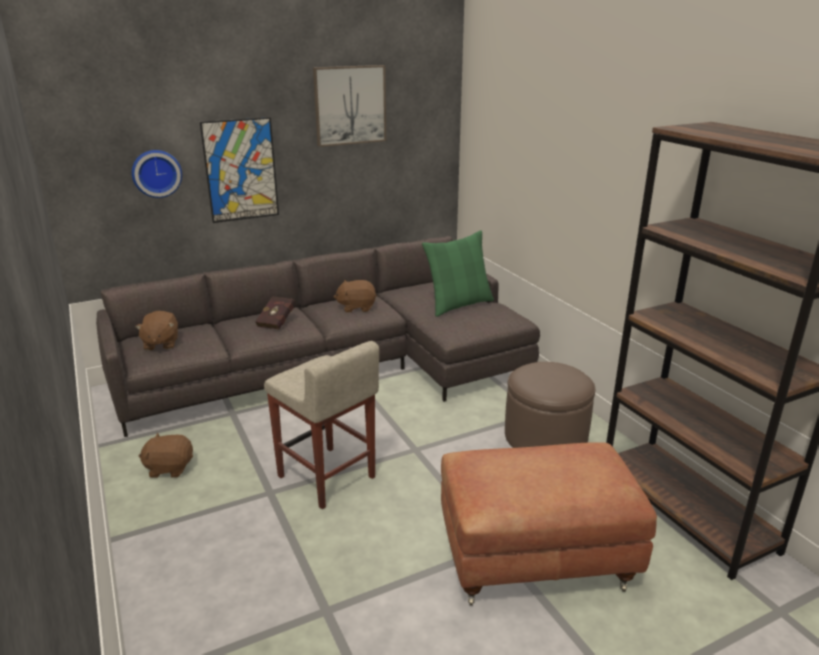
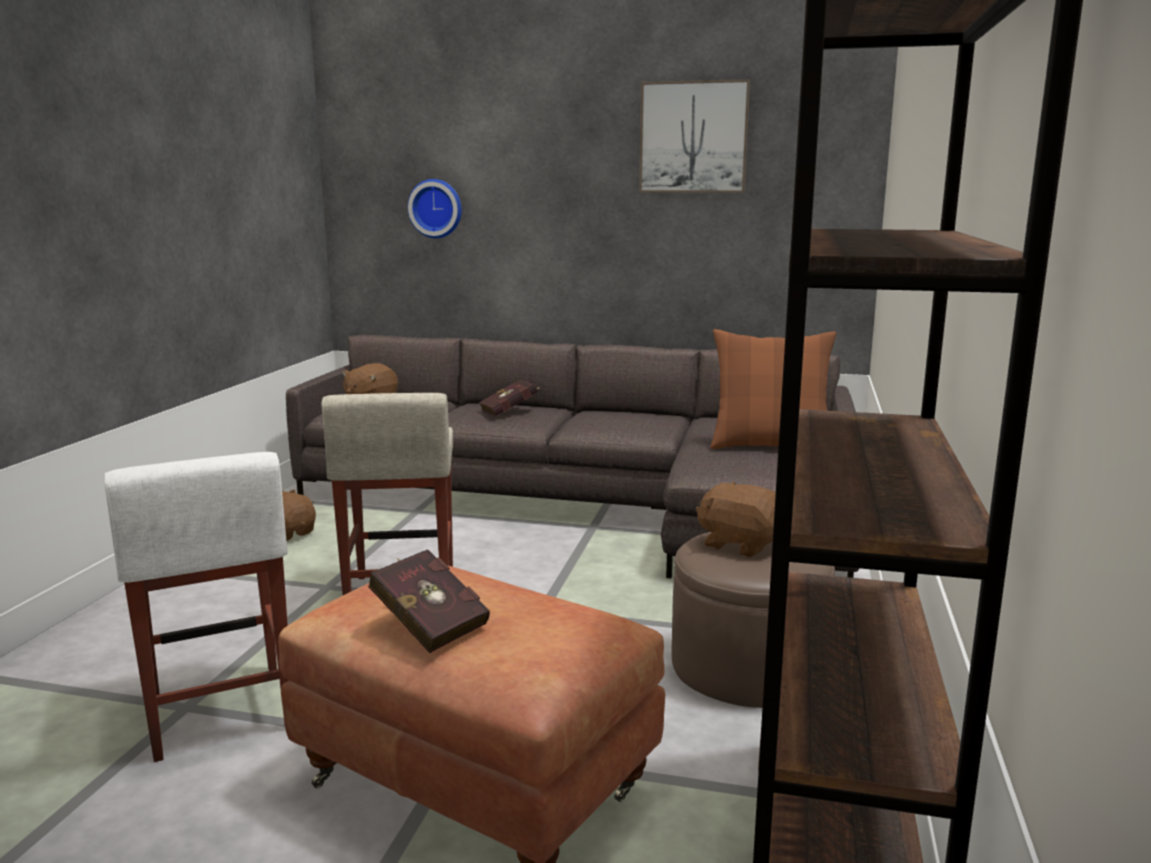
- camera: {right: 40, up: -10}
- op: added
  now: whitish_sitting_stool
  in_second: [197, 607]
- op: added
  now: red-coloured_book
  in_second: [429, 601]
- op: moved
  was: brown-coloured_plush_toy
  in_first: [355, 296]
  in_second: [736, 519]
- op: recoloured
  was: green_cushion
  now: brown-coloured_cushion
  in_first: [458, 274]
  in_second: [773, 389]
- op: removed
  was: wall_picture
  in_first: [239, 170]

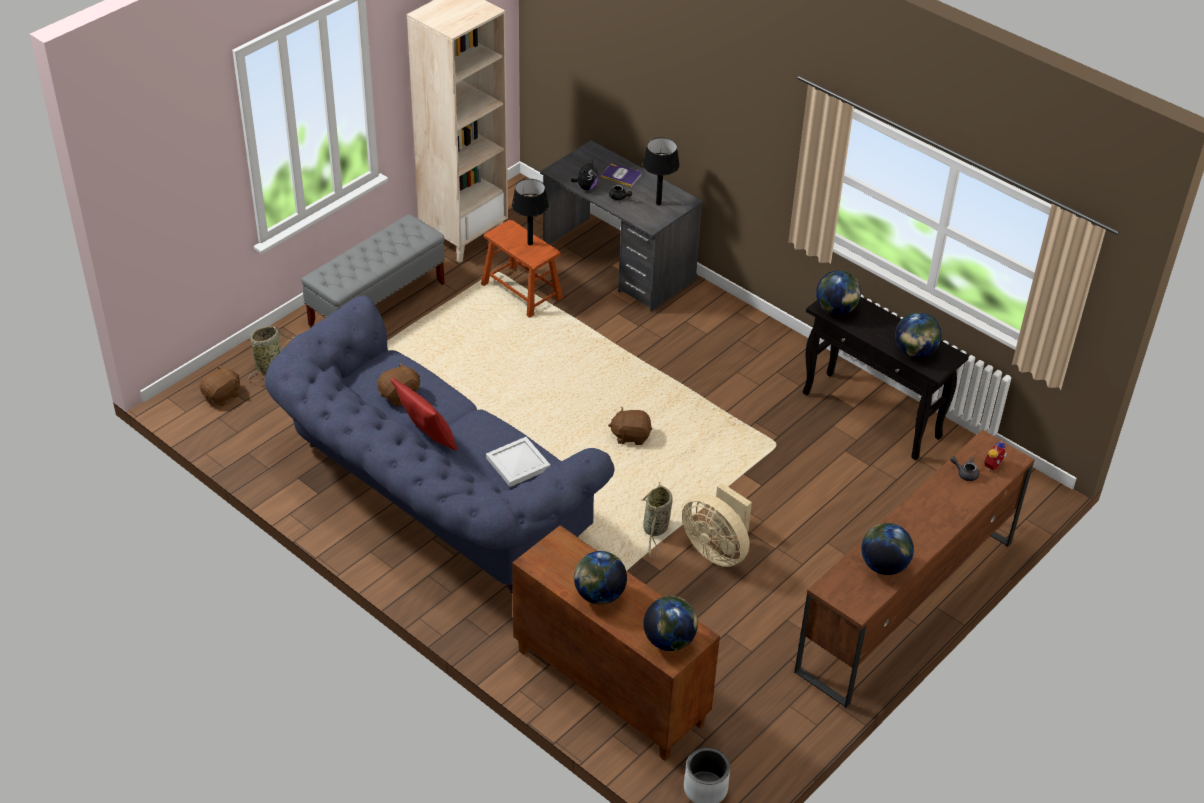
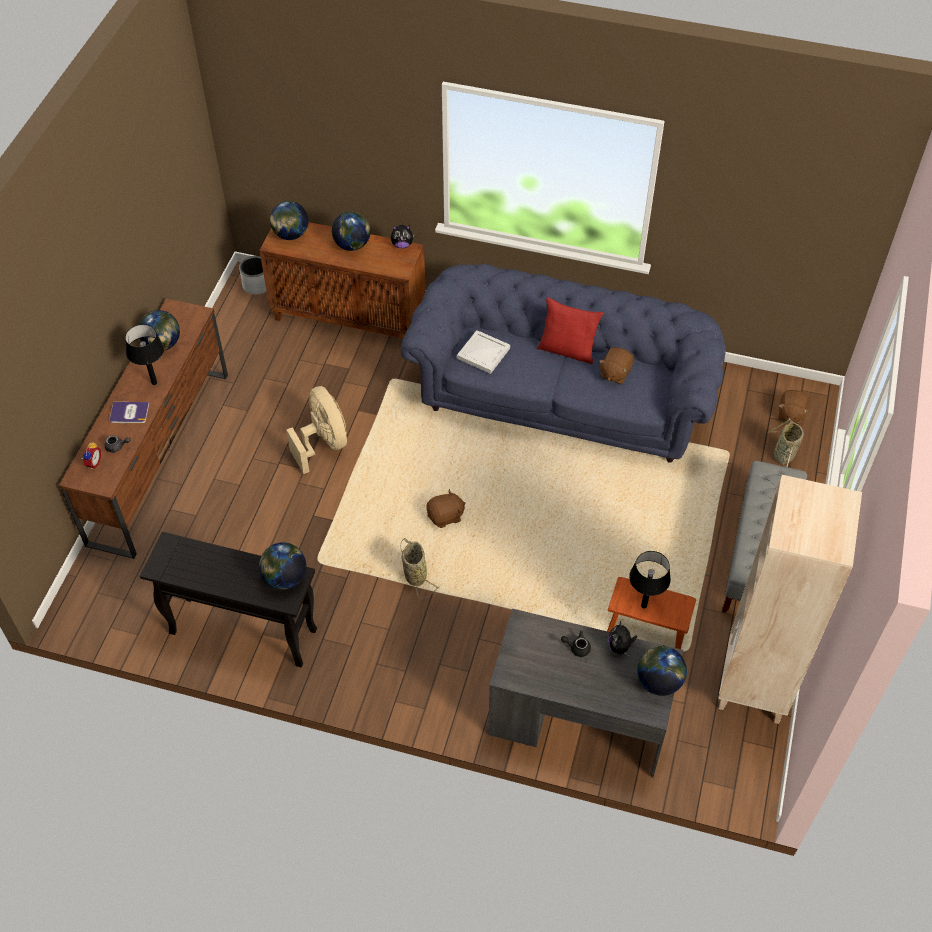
- camera: {right: 155, up: 10}
- op: moved
  was: book
  in_first: [621, 175]
  in_second: [129, 412]
- op: moved
  was: blackish_table_lamp
  in_first: [661, 171]
  in_second: [144, 354]
- op: turned
  was: beige-coloured_fan
  in_first: [717, 525]
  in_second: [317, 430]
  clockwise: 45
- op: added
  now: plush_toy
  in_second: [403, 237]
- op: moved
  was: storage_basket
  in_first: [657, 520]
  in_second: [420, 568]
- op: moved
  was: globe
  in_first: [918, 335]
  in_second: [662, 671]

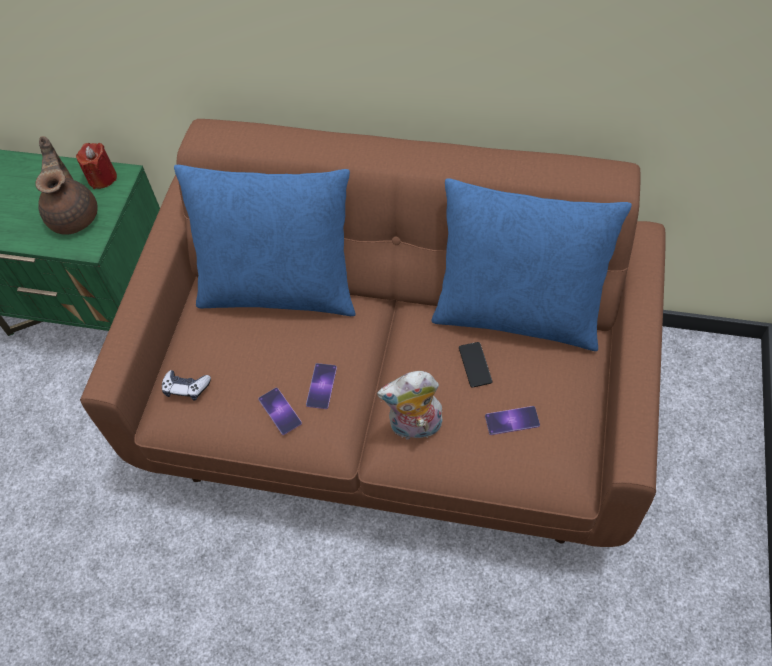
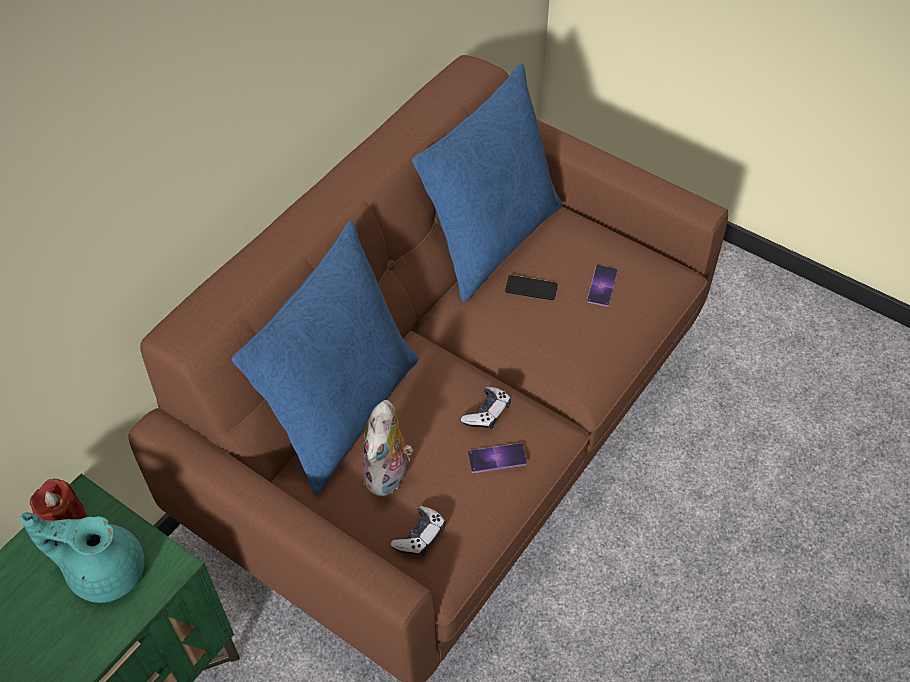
- camera: {right: -70, up: -5}
- op: recoloured
  was: brown-coloured_teapot
  now: blue-green_teapot
  in_first: [66, 185]
  in_second: [82, 557]
- op: moved
  was: plush_toy
  in_first: [410, 406]
  in_second: [388, 448]
- op: replaced
  was: telephone
  now: game_controller
  in_first: [321, 386]
  in_second: [486, 408]

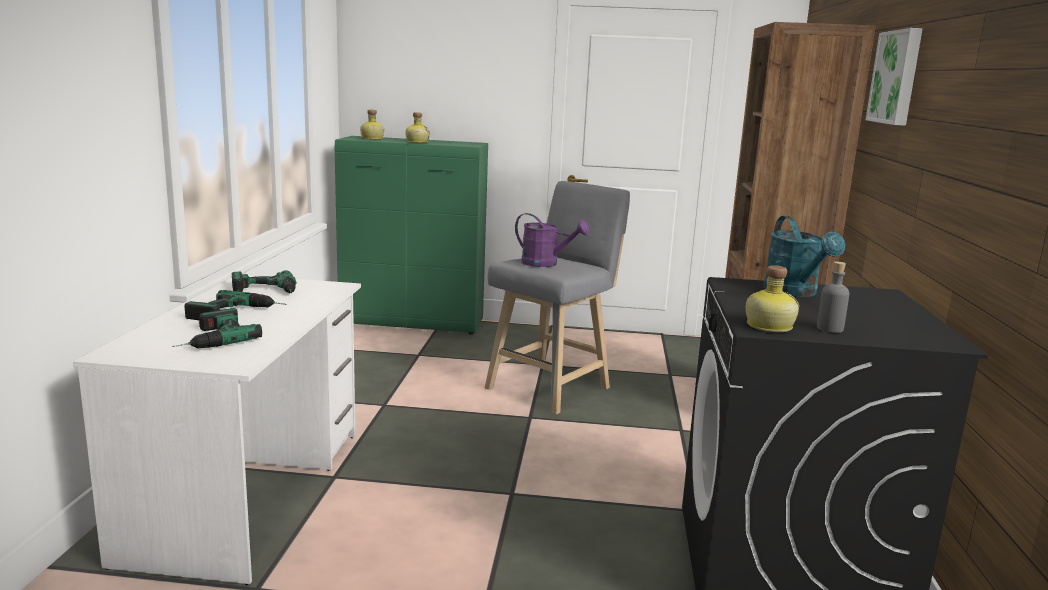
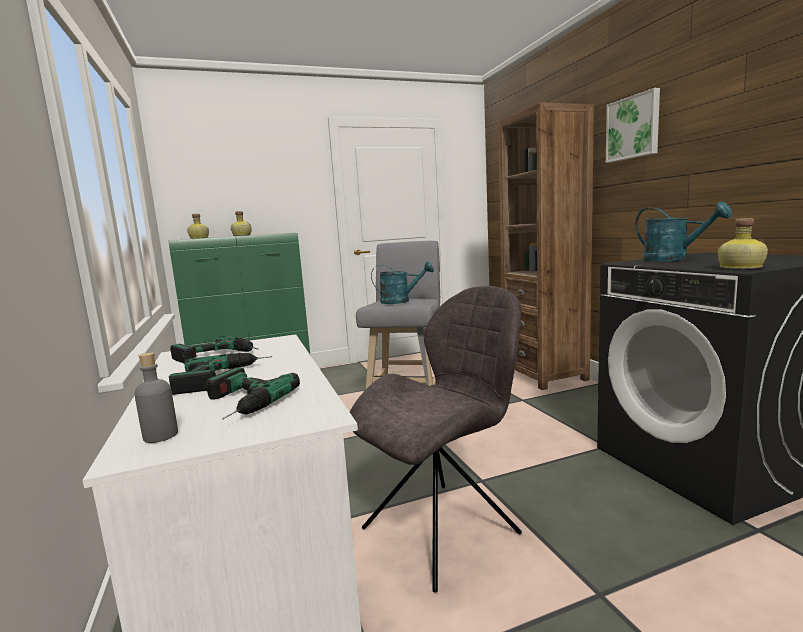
- camera: {right: -25, up: -5}
- op: moved
  was: greyish_bottle
  in_first: [833, 297]
  in_second: [156, 397]
- op: added
  now: greyish_plain_chair
  in_second: [436, 439]
- op: recoloured
  was: purple-coloured_sprinkling_can
  now: blue-green_sprinkling_can
  in_first: [552, 240]
  in_second: [402, 282]

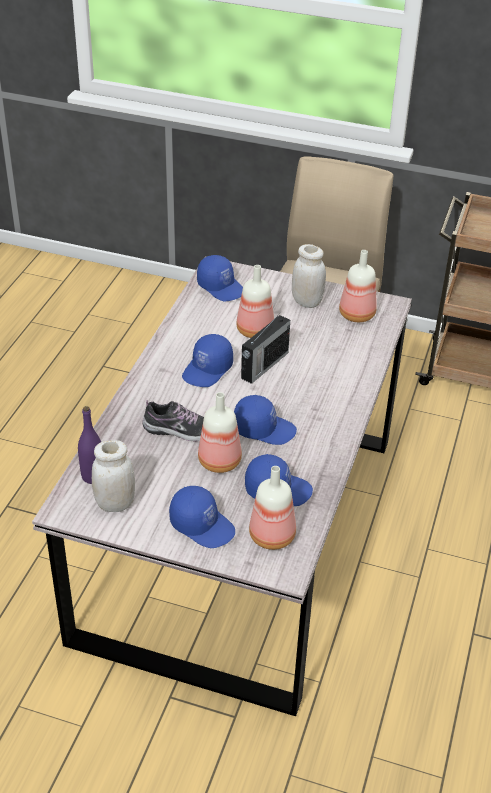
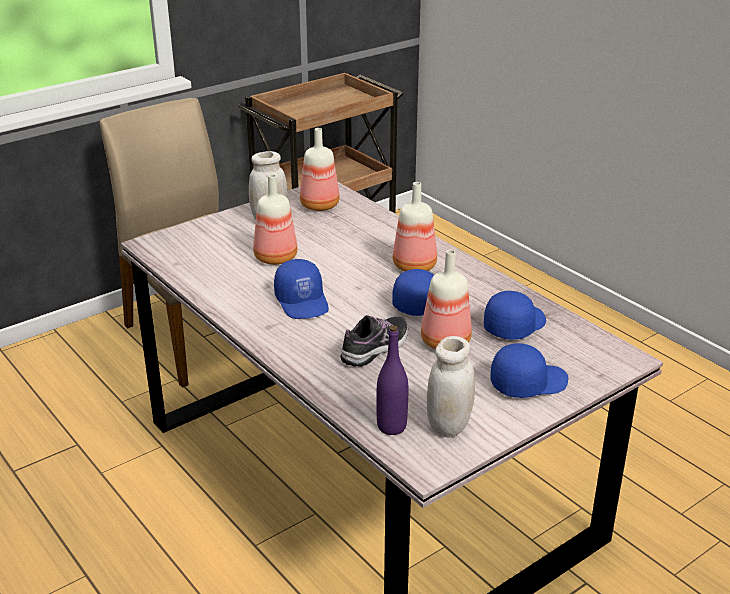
- camera: {right: -55, up: -10}
- op: moved
  was: bottle
  in_first: [272, 508]
  in_second: [415, 227]
- op: removed
  was: bluish_peaked_cap
  in_first: [220, 278]
- op: removed
  was: radio_set
  in_first: [265, 348]

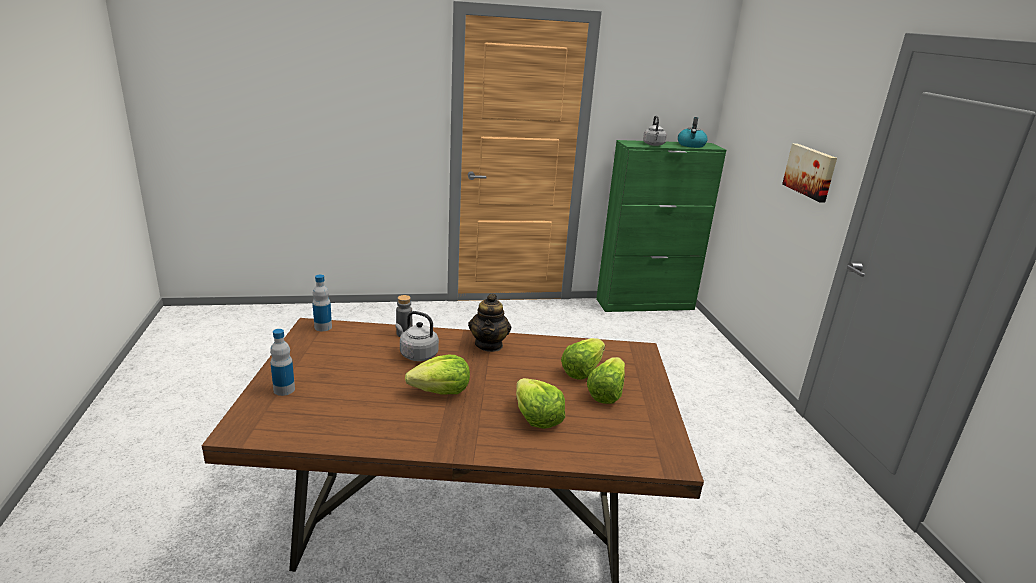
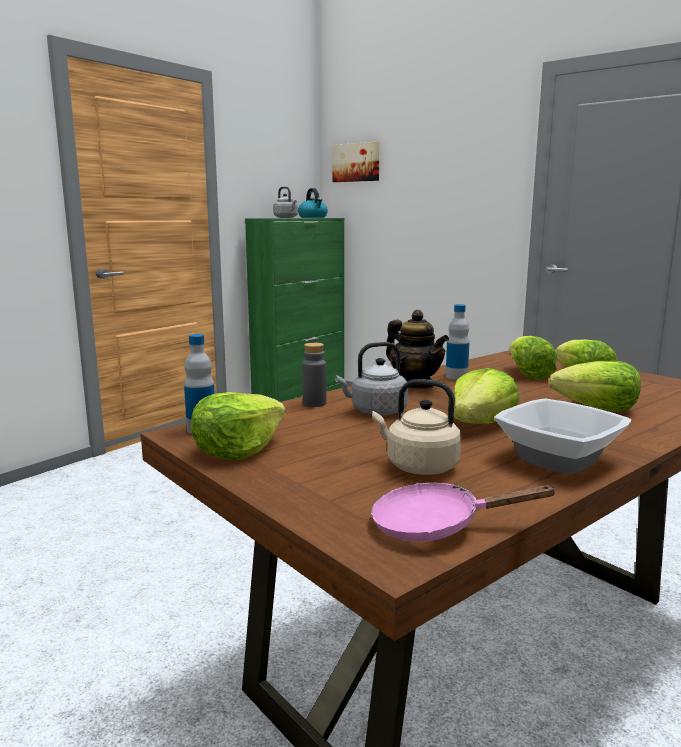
- camera: {right: -40, up: -10}
- op: added
  now: lettuce
  in_second: [238, 426]
- op: moved
  was: wall_picture
  in_first: [809, 173]
  in_second: [356, 161]
- op: added
  now: pink-coloured_frying_pan
  in_second: [464, 512]
- op: added
  now: beige-coloured_kettle
  in_second: [416, 427]
- op: moved
  was: bottle
  in_first: [282, 362]
  in_second: [458, 342]
- op: added
  now: bowl
  in_second: [562, 436]

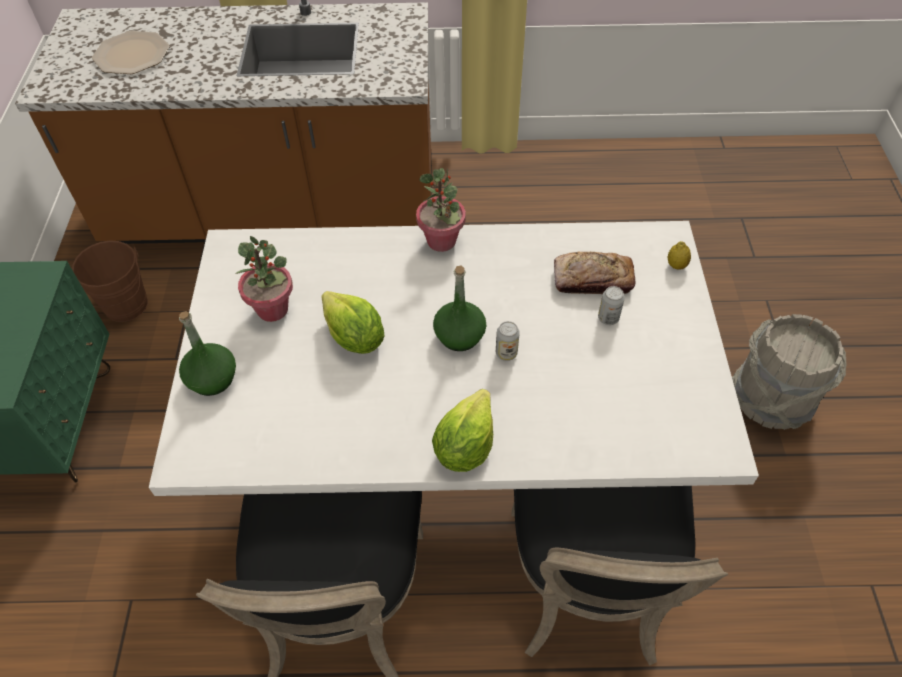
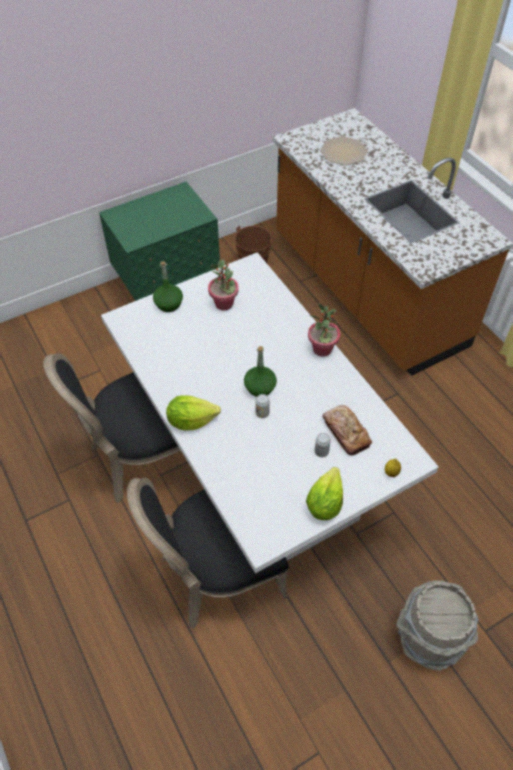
- camera: {right: 60, up: 0}
- op: moved
  was: lettuce
  in_first: [353, 322]
  in_second: [324, 493]

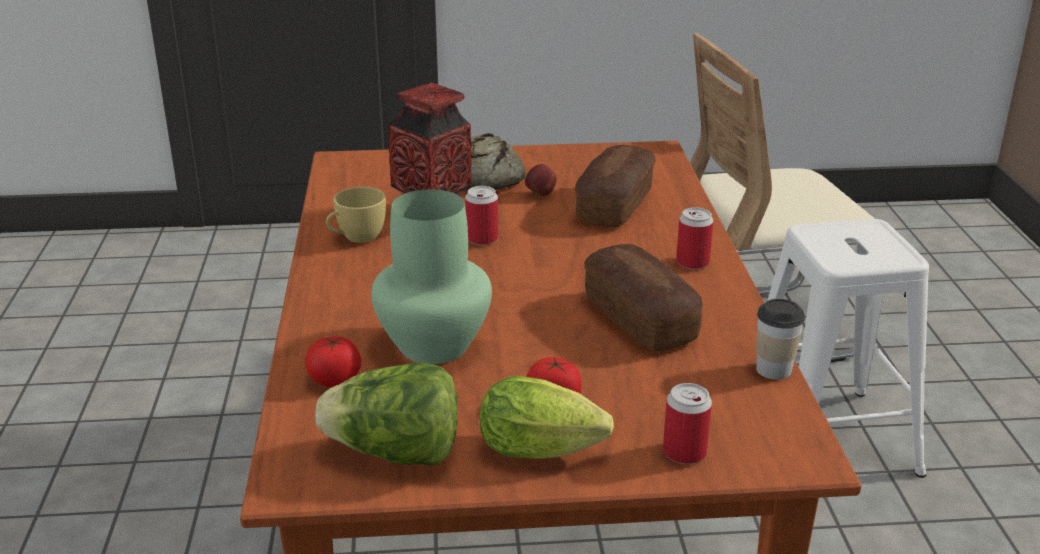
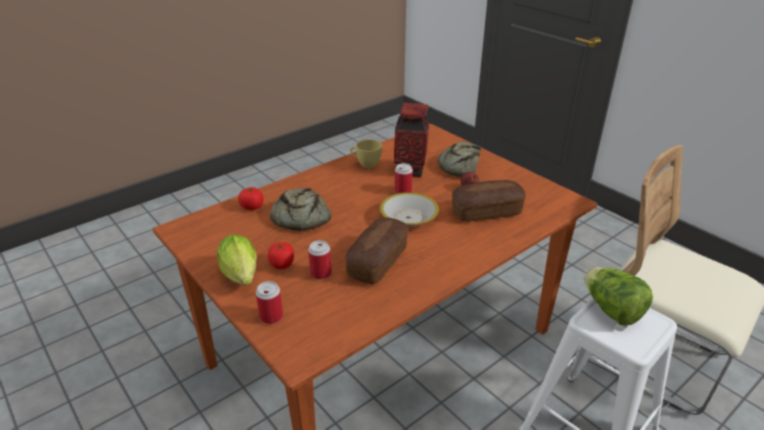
- camera: {right: 55, up: 5}
- op: replaced
  was: green_flower_vase
  now: bakery_bread
  in_first: [431, 276]
  in_second: [300, 209]
- op: moved
  was: metal_can
  in_first: [695, 238]
  in_second: [320, 260]
- op: added
  now: bowl
  in_second: [409, 210]
- op: moved
  was: lettuce
  in_first: [386, 414]
  in_second: [618, 296]
- op: removed
  was: cup
  in_first: [780, 339]

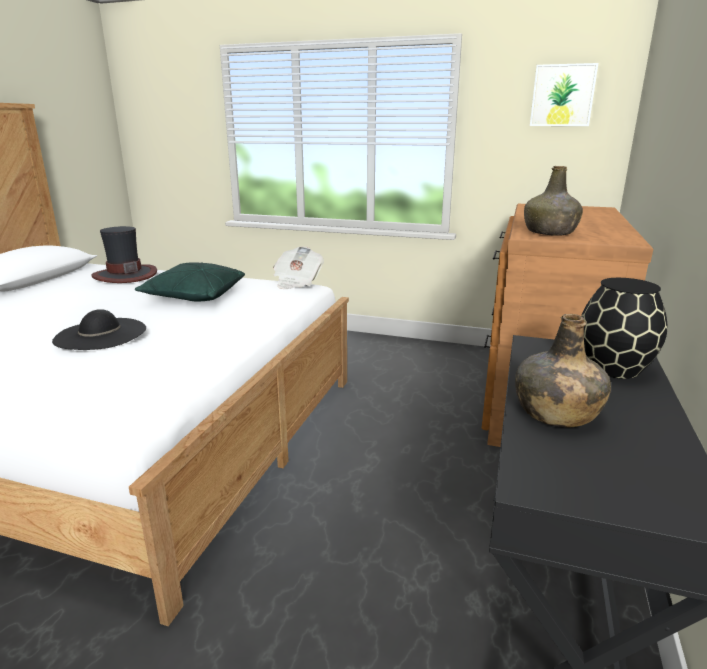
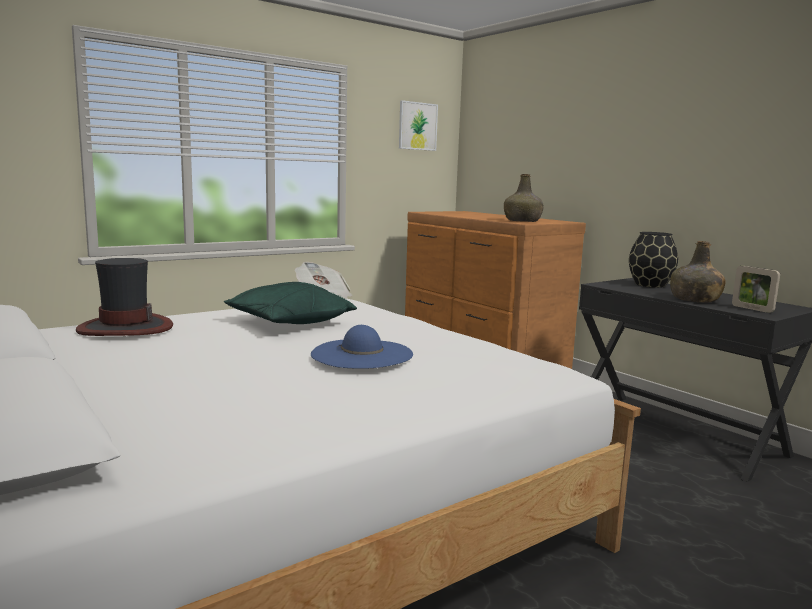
- camera: {right: -55, up: -10}
- op: recoloured
  was: blackish_wearable_hat
  now: bluish_wearable_hat
  in_first: [99, 329]
  in_second: [362, 347]
- op: added
  now: standing_frame
  in_second: [756, 289]

